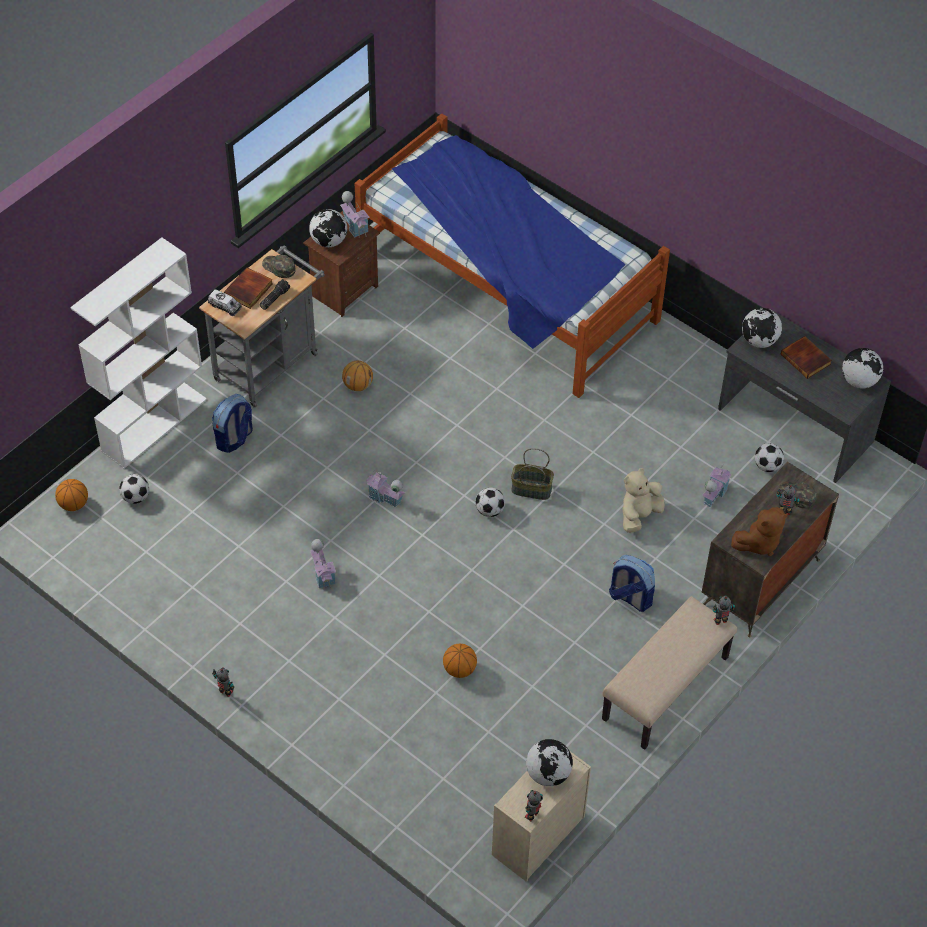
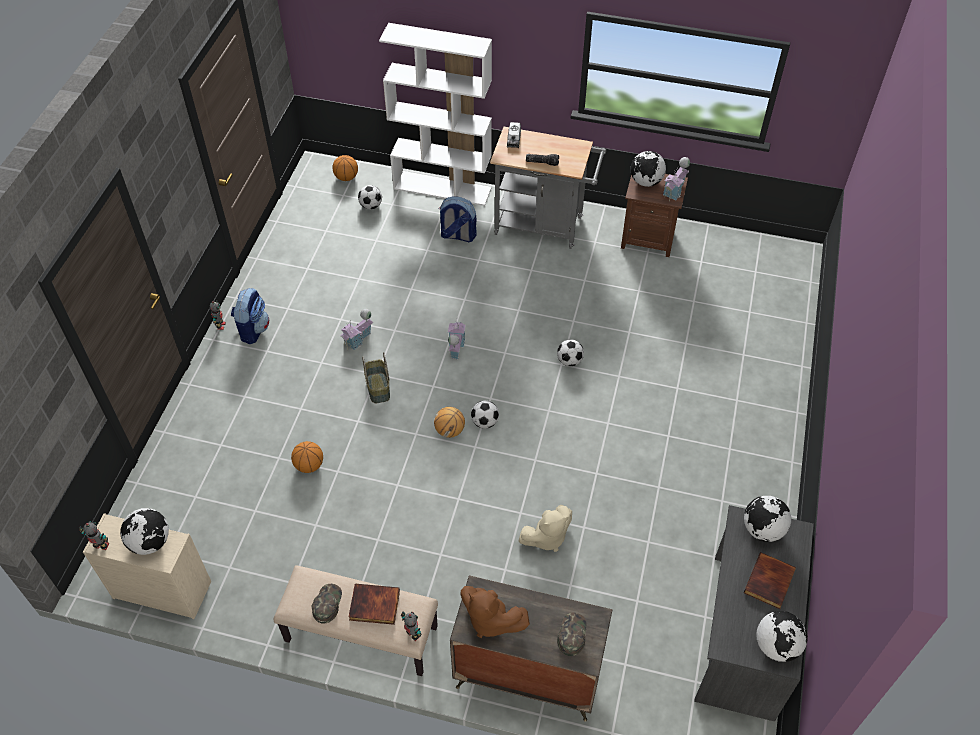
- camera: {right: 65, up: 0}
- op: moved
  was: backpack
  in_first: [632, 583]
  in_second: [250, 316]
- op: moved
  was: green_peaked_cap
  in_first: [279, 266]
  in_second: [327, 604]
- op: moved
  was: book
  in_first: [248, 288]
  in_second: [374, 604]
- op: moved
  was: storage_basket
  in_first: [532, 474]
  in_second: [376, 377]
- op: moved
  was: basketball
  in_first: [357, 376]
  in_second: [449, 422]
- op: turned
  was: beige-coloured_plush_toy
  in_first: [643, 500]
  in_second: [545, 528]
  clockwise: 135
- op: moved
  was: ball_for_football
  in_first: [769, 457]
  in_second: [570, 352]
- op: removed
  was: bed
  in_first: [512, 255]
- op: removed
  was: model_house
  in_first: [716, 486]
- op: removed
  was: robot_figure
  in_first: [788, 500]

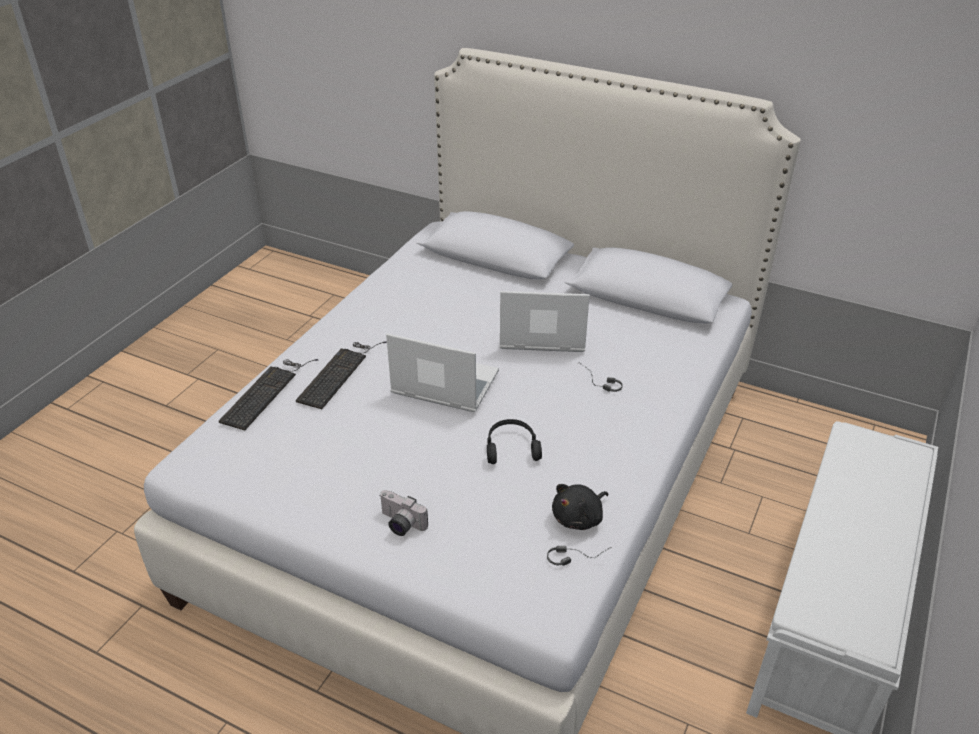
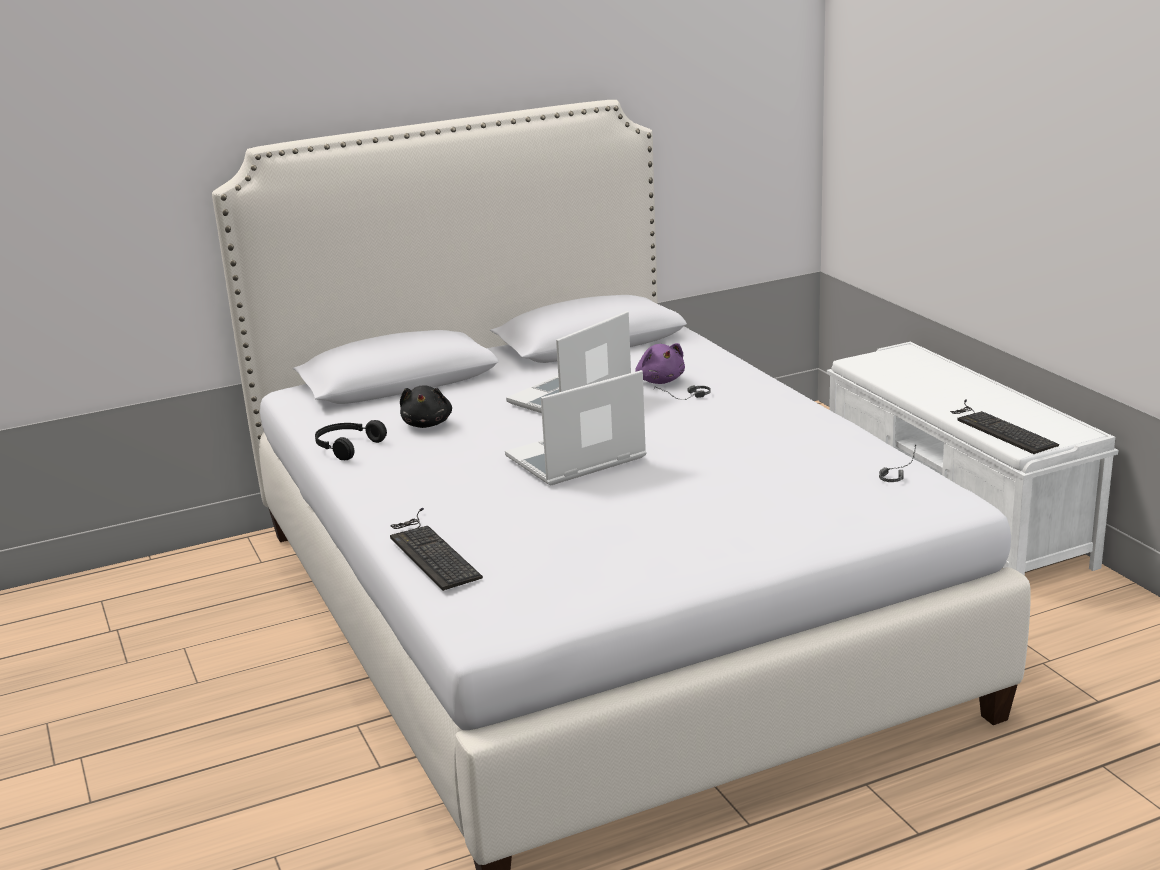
- camera: {right: -50, up: -15}
- op: moved
  was: blackish_pair_of_headphones
  in_first: [514, 441]
  in_second: [351, 440]
- op: moved
  was: blackish_plush_toy
  in_first: [580, 507]
  in_second: [426, 406]
- op: added
  now: purple-coloured_plush_toy
  in_second: [660, 363]
- op: moved
  was: keyboard
  in_first: [341, 375]
  in_second: [1004, 427]
- op: removed
  was: still_camera
  in_first: [403, 513]

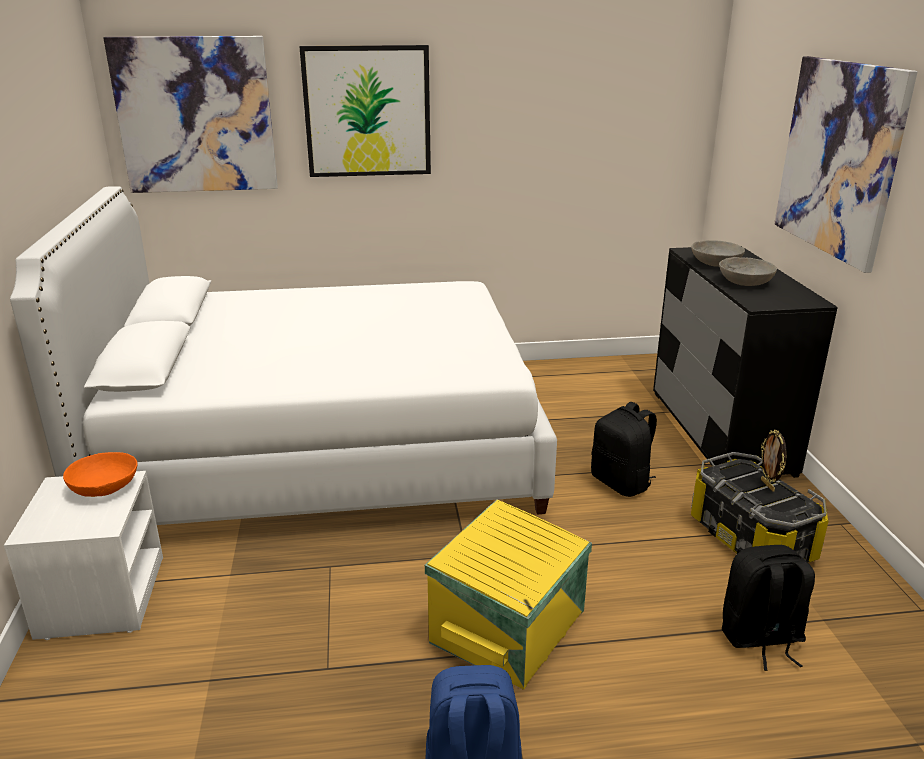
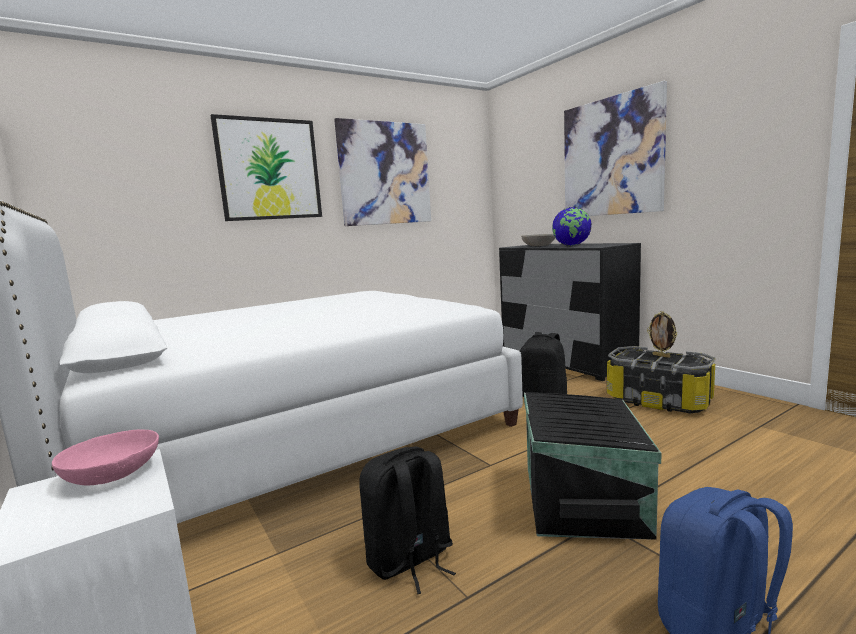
- camera: {right: -25, up: -15}
- op: recoloured
  was: orangey_bowl
  now: pink-coloured_bowl
  in_first: [100, 474]
  in_second: [105, 458]
- op: moved
  was: wall_picture
  in_first: [190, 114]
  in_second: [382, 172]
- op: moved
  was: blackish_backpack
  in_first: [768, 608]
  in_second: [407, 520]
- op: recoloured
  was: yellowish_storage_bin
  now: blackish_storage_bin
  in_first: [508, 594]
  in_second: [593, 466]
- op: replaced
  was: greyish_bowl
  now: globe
  in_first: [748, 271]
  in_second: [572, 226]

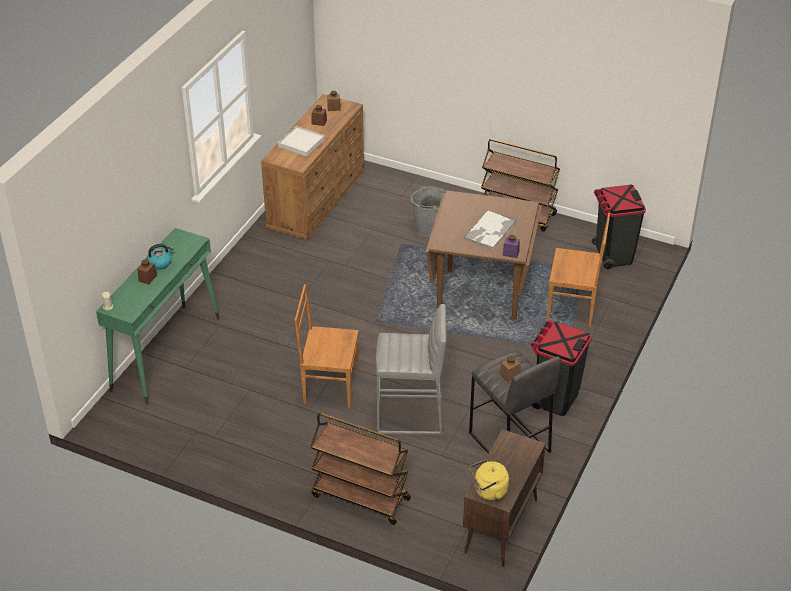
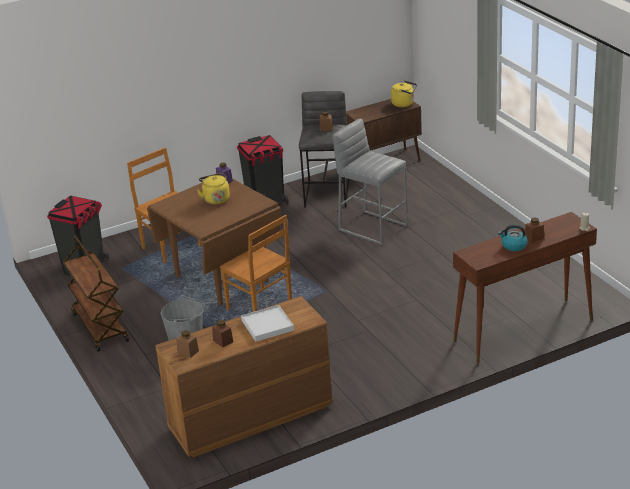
- camera: {right: -140, up: -10}
- op: replaced
  was: serving_tray
  now: yellowish_kettle
  in_first: [490, 229]
  in_second: [213, 188]
- op: moved
  was: brown-coloured_plain_chair
  in_first: [327, 346]
  in_second: [256, 263]
- op: recoloured
  was: green_narrow_table
  now: brown-coloured_narrow_table
  in_first: [158, 316]
  in_second: [525, 288]
- op: removed
  was: brown-coloured_trolley
  in_first: [360, 469]

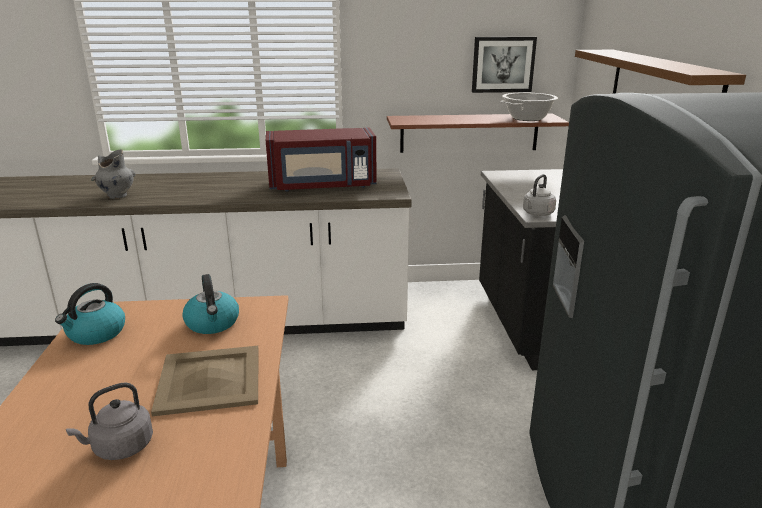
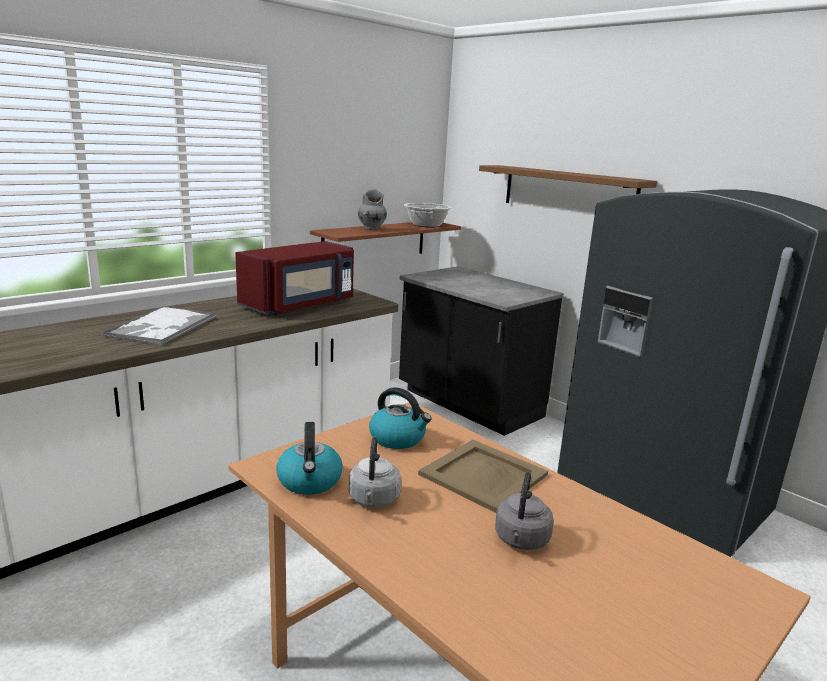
- camera: {right: -40, up: -5}
- op: added
  now: serving_tray
  in_second: [159, 325]
- op: moved
  was: greyish_kettle
  in_first: [539, 195]
  in_second: [375, 472]
- op: moved
  was: greyish_flower_vase
  in_first: [113, 174]
  in_second: [372, 210]
- op: removed
  was: wall_picture
  in_first: [504, 65]

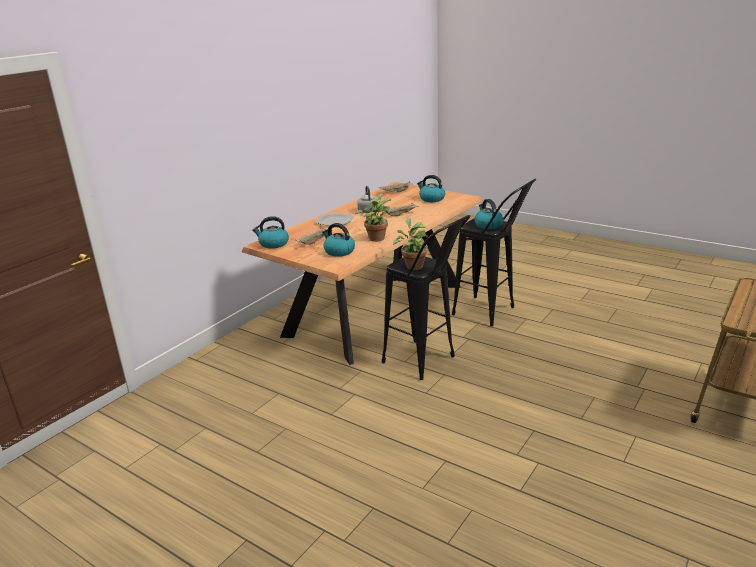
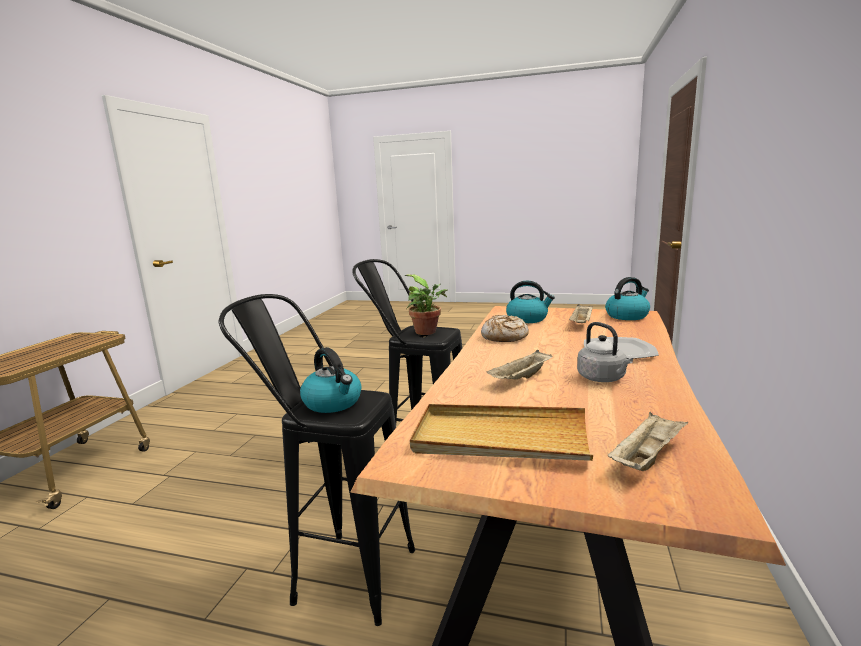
- camera: {right: 160, up: -10}
- op: replaced
  was: kettle
  now: beige-coloured_serving_tray
  in_first: [431, 188]
  in_second: [501, 432]
- op: replaced
  was: potted_plant
  now: bakery_bread
  in_first: [373, 218]
  in_second: [505, 328]

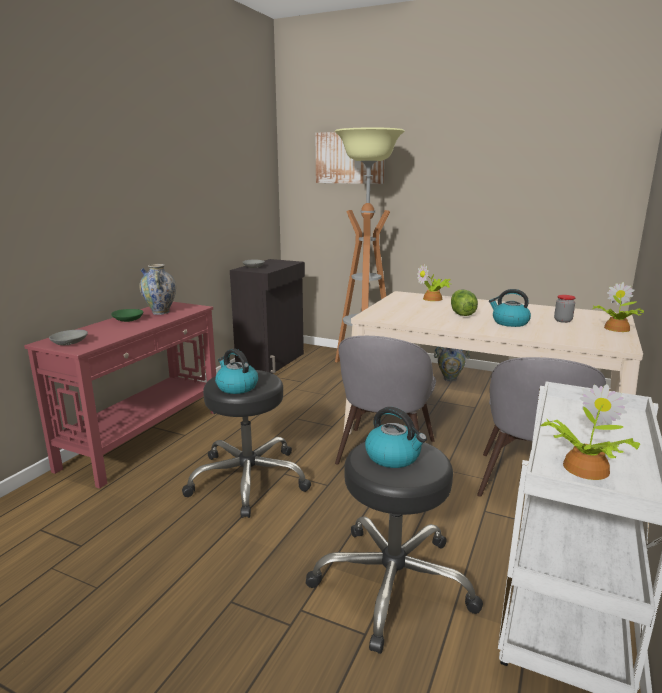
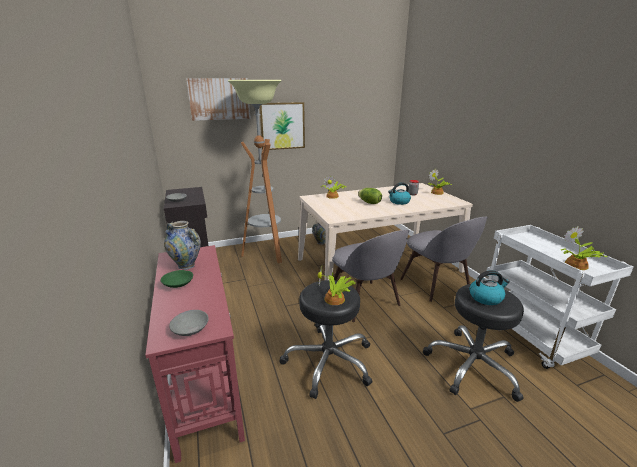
- camera: {right: -45, up: 5}
- op: added
  now: wall_picture
  in_second: [282, 126]
- op: replaced
  was: kettle
  now: potted_plant
  in_first: [236, 371]
  in_second: [337, 286]

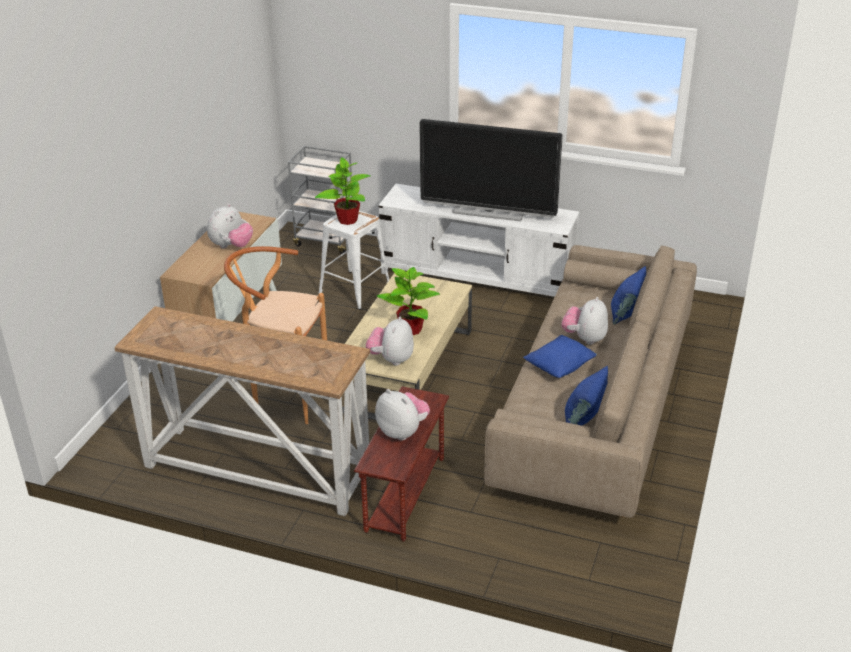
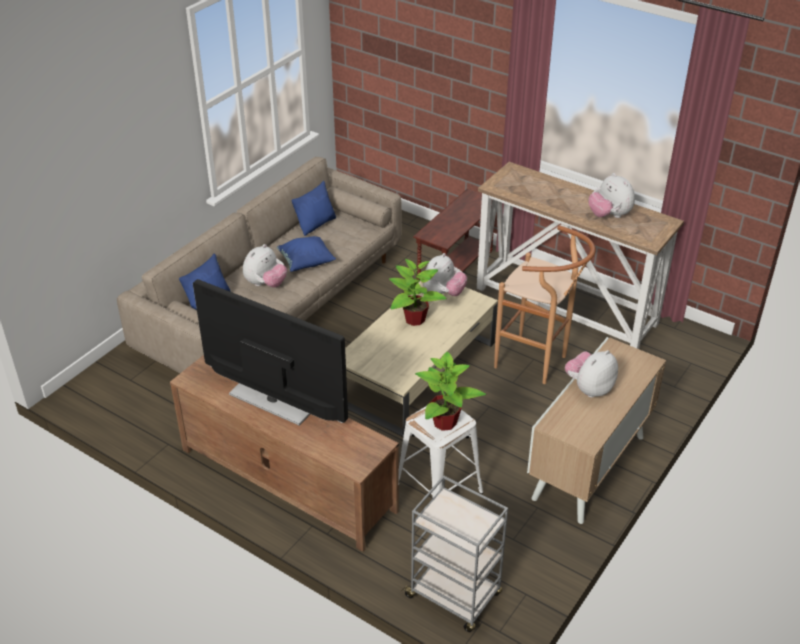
- camera: {right: -165, up: 5}
- op: recoloured
  was: whitish_media_console
  now: brown-coloured_media_console
  in_first: [478, 240]
  in_second: [284, 453]
- op: moved
  was: plush_toy
  in_first: [402, 415]
  in_second: [611, 195]

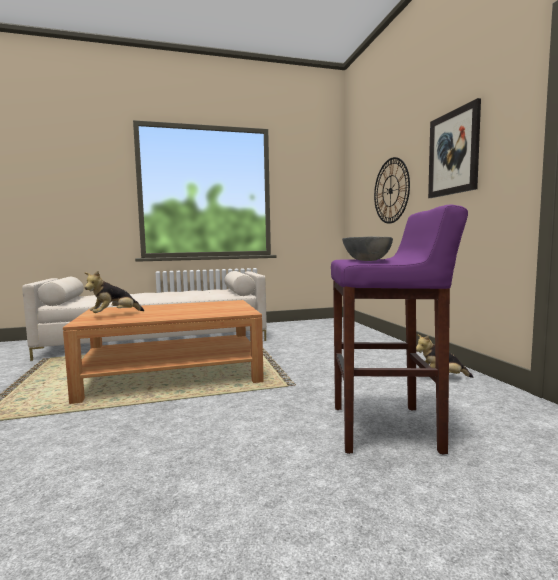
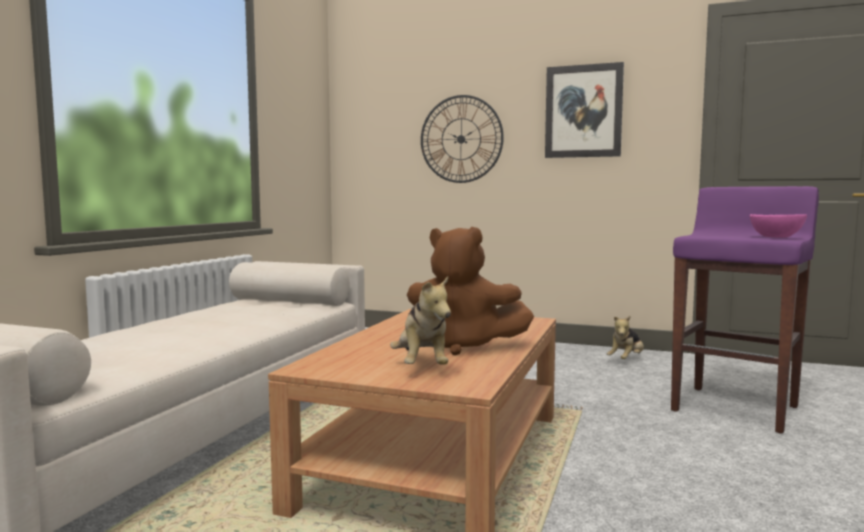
- camera: {right: -55, up: 0}
- op: added
  now: brown-coloured_plush_toy
  in_second: [470, 291]
- op: recoloured
  was: greyish_bowl
  now: pink-coloured_bowl
  in_first: [367, 248]
  in_second: [778, 226]

